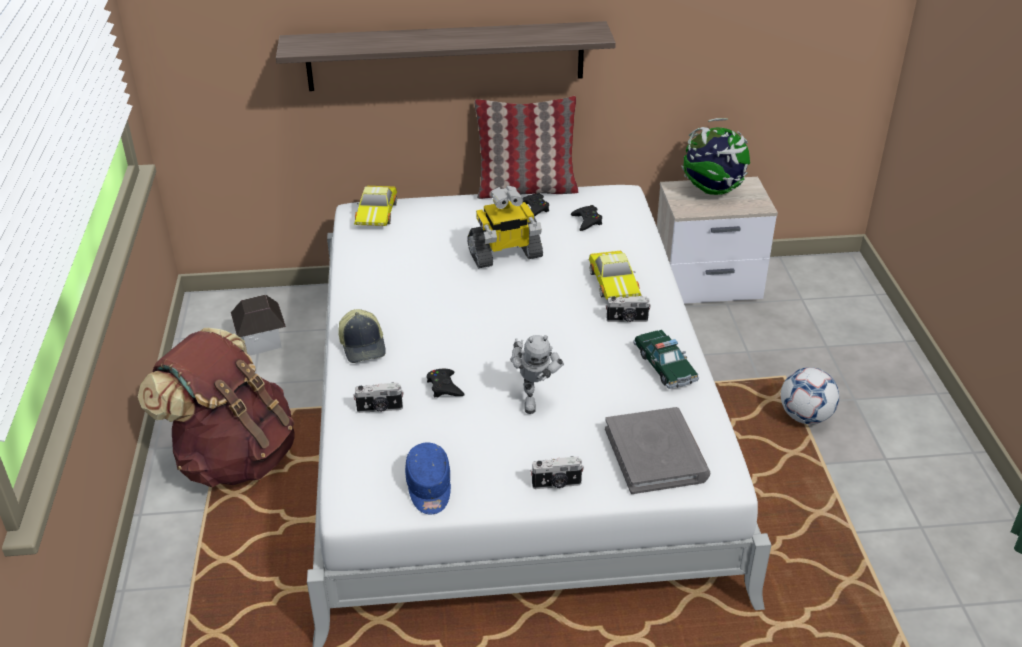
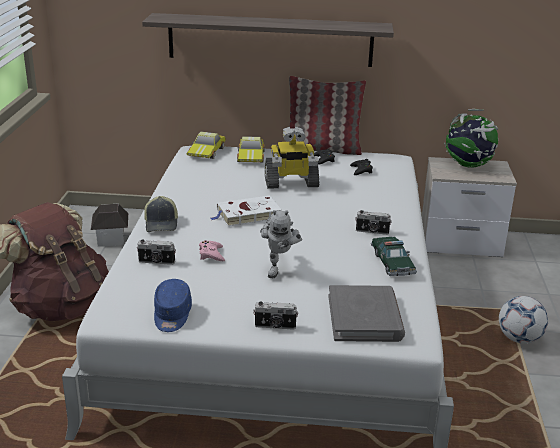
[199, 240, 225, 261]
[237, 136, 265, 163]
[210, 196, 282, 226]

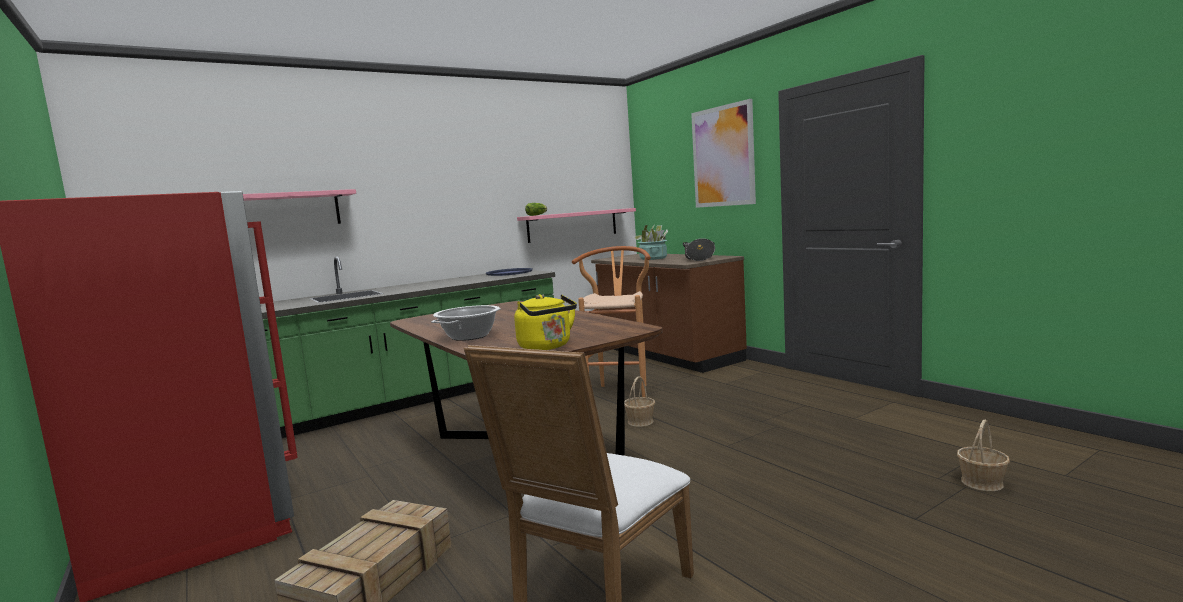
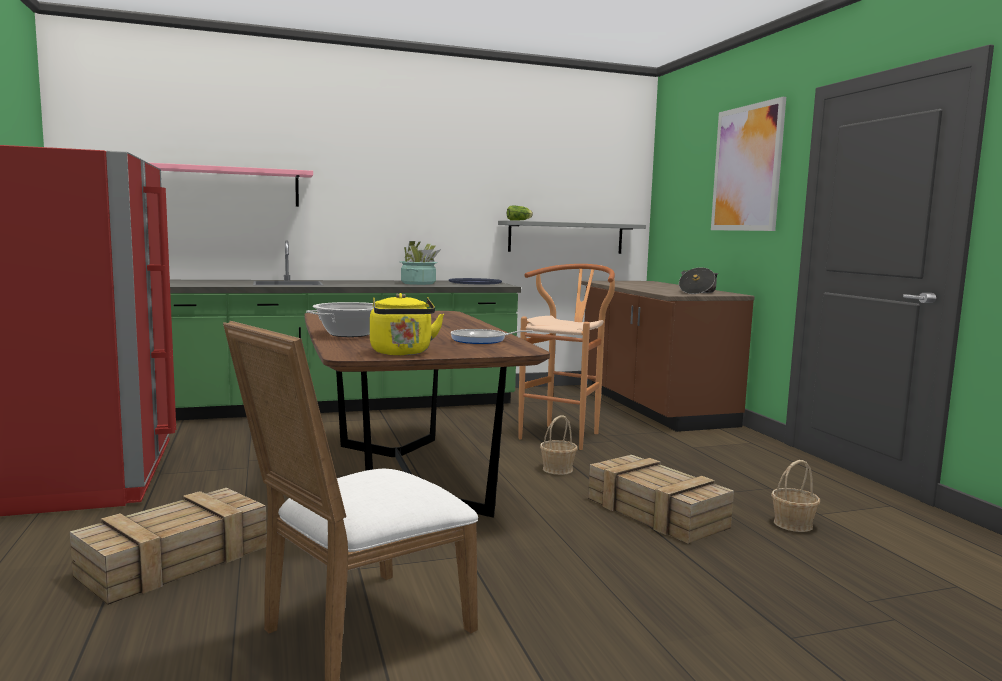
[498, 220, 646, 254]
[400, 241, 441, 285]
[771, 460, 820, 532]
[451, 329, 533, 344]
[588, 455, 734, 544]

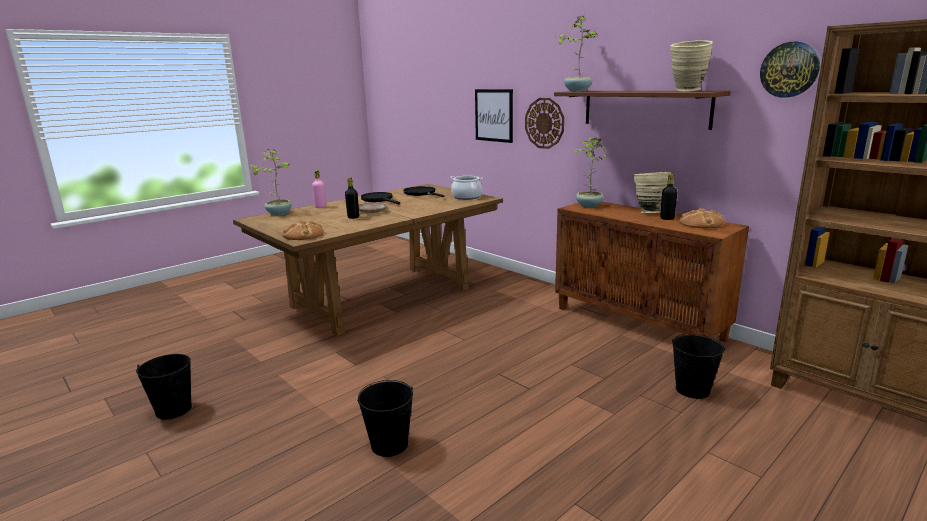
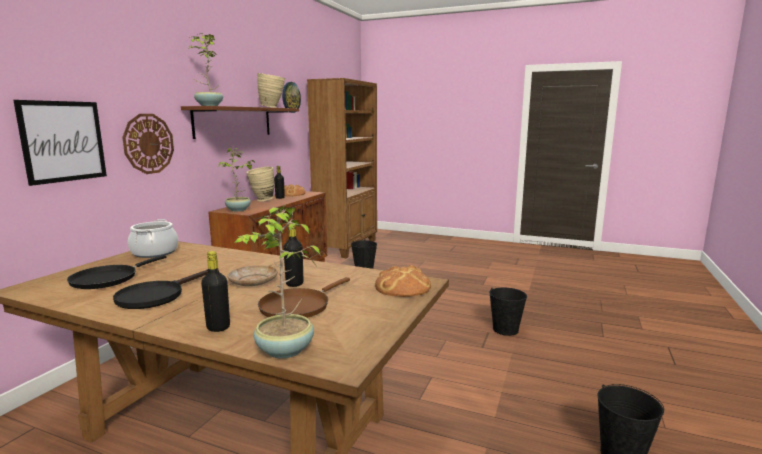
[201, 251, 230, 332]
[258, 277, 350, 318]

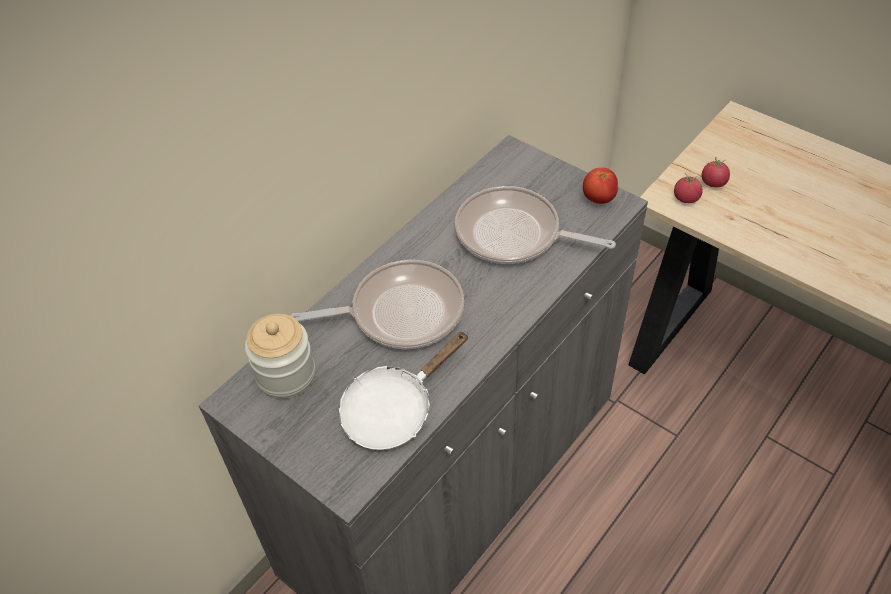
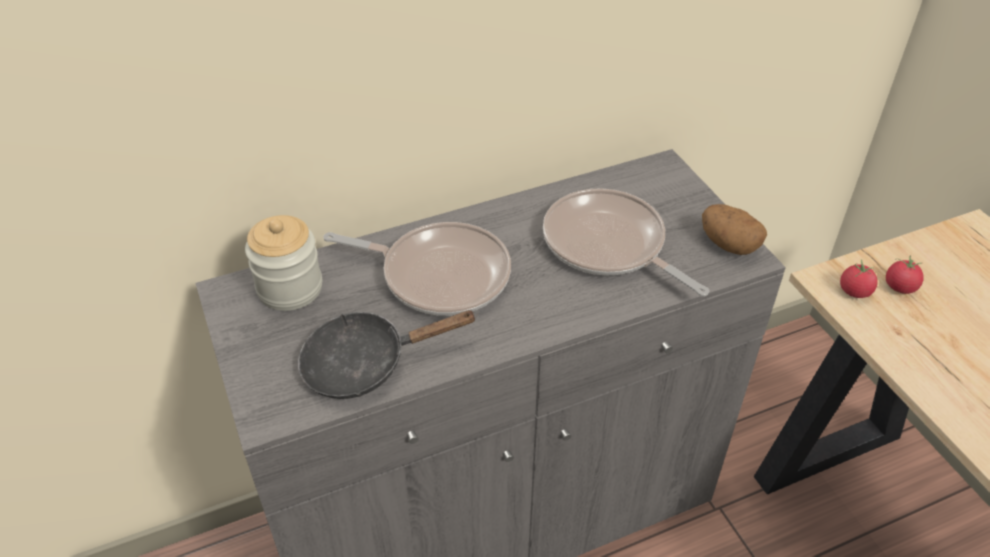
[298, 310, 477, 399]
[702, 204, 767, 255]

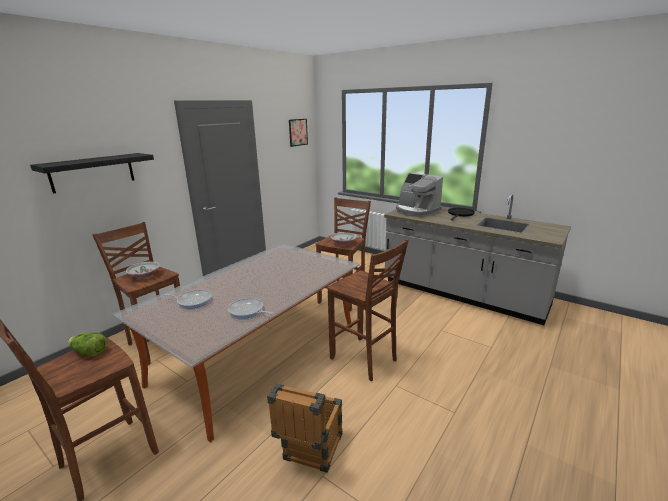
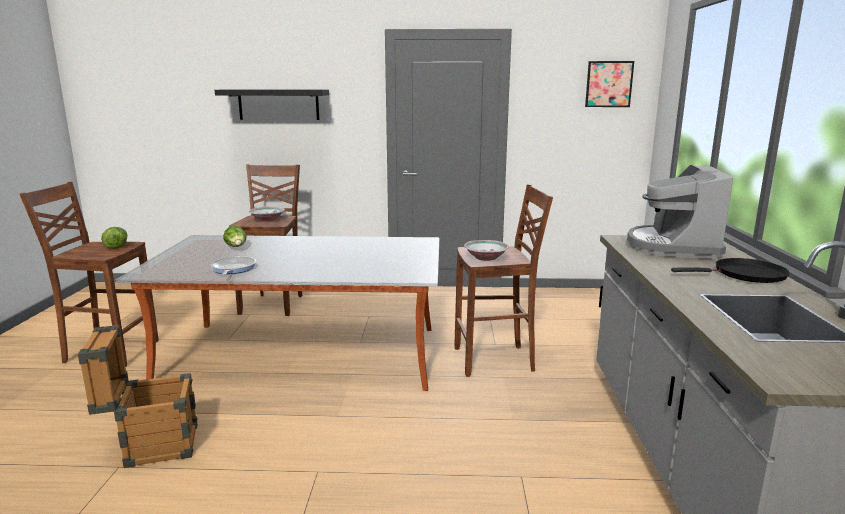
[223, 226, 247, 247]
[327, 239, 409, 381] (first image)

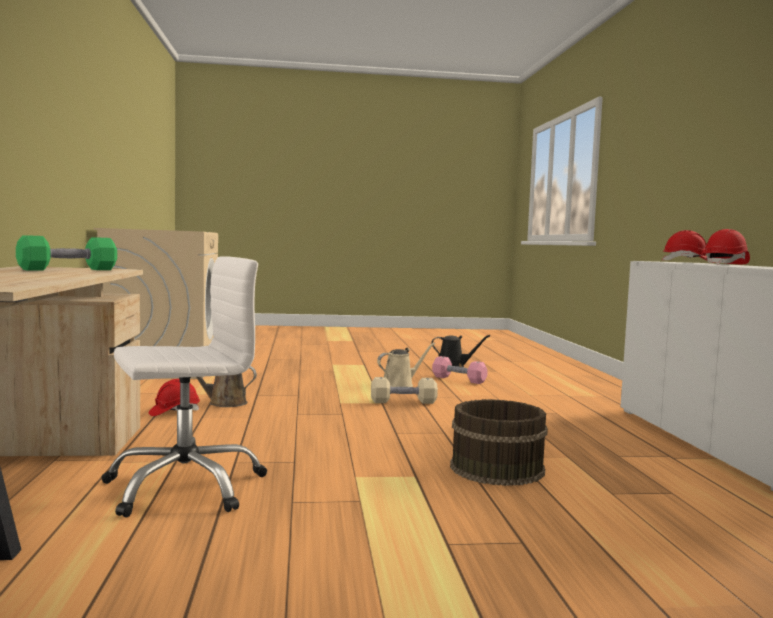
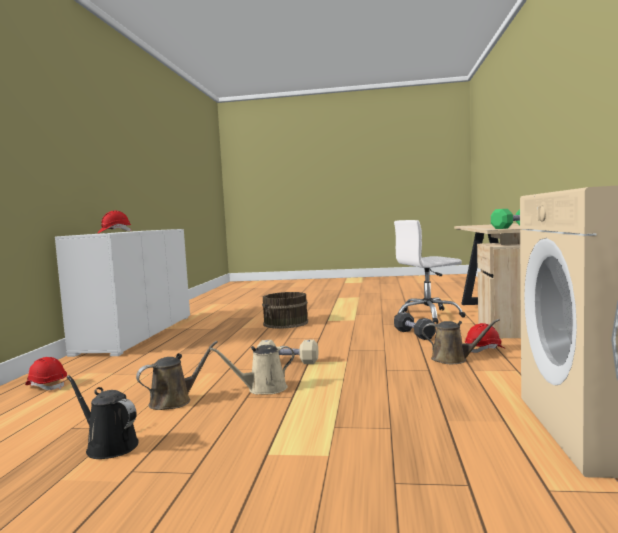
[136, 341, 218, 410]
[25, 357, 67, 390]
[394, 312, 436, 340]

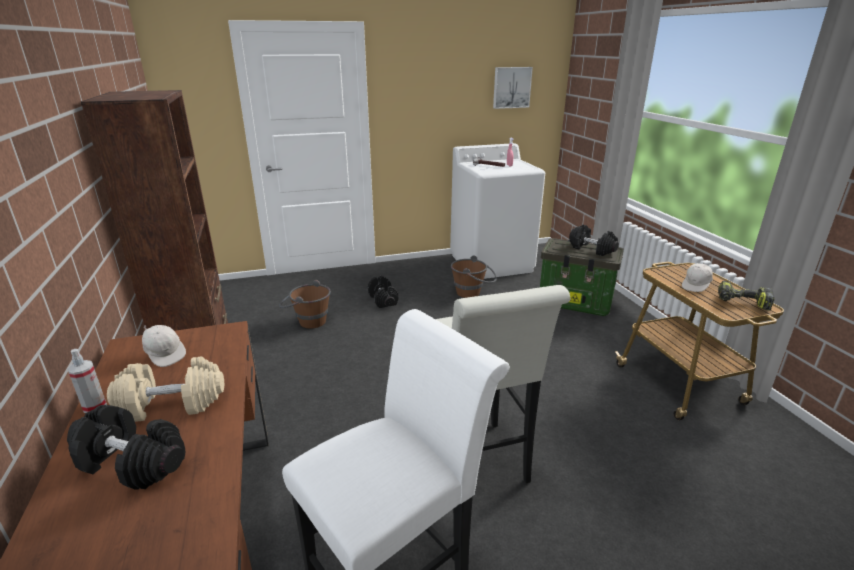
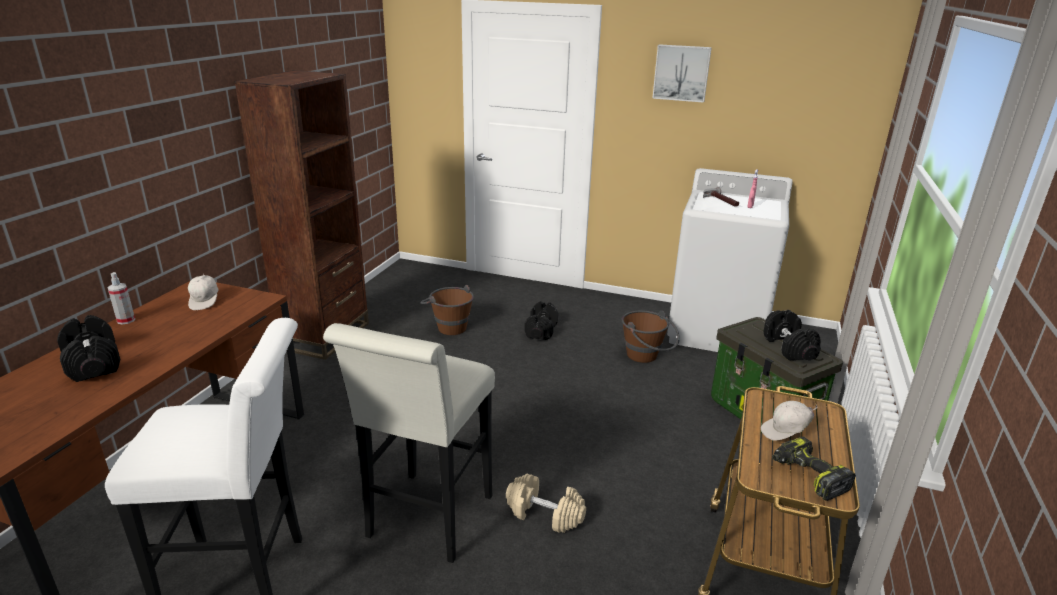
[506, 474, 586, 533]
[652, 44, 712, 103]

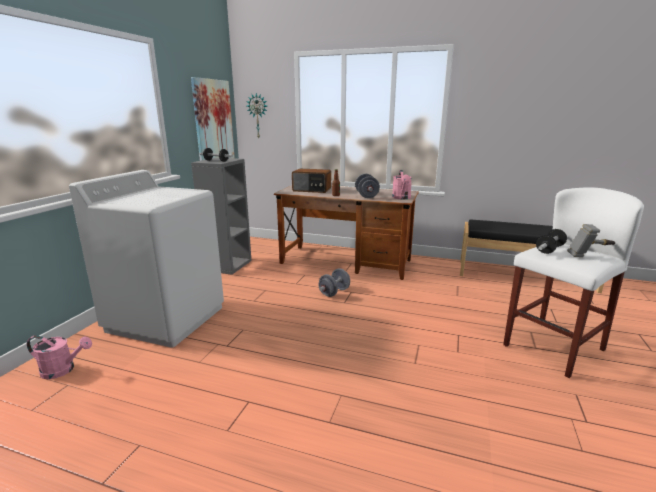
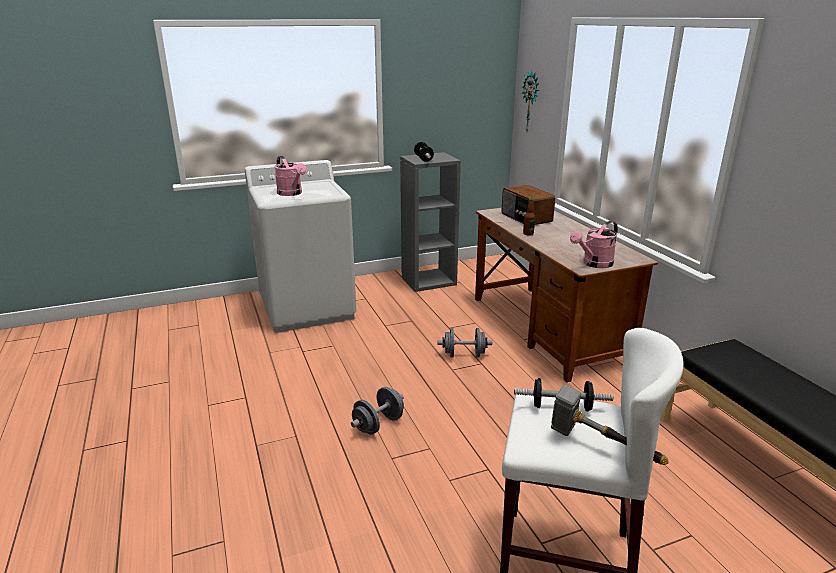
[274, 156, 307, 196]
[191, 77, 235, 161] (first image)
[351, 387, 404, 435]

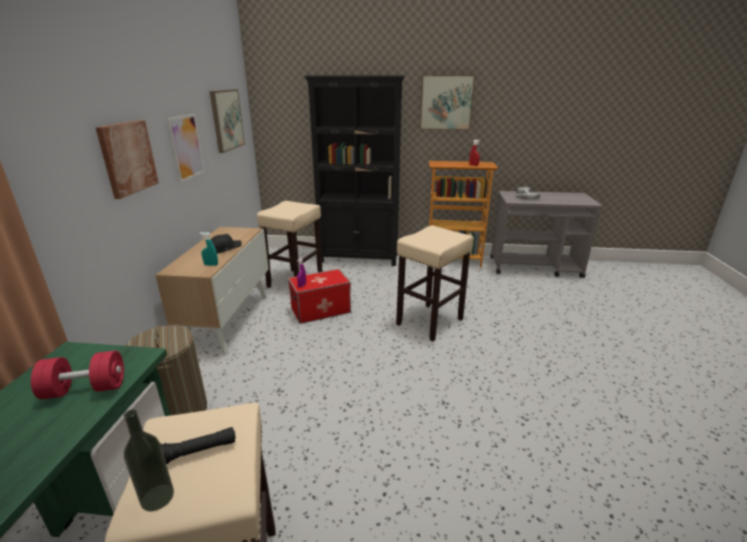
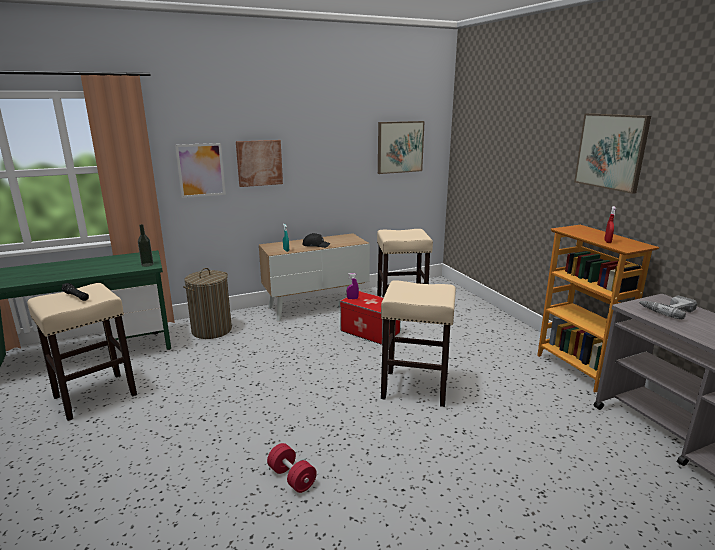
[267, 443, 317, 493]
[138, 224, 154, 267]
[175, 143, 226, 198]
[304, 75, 405, 266] (first image)

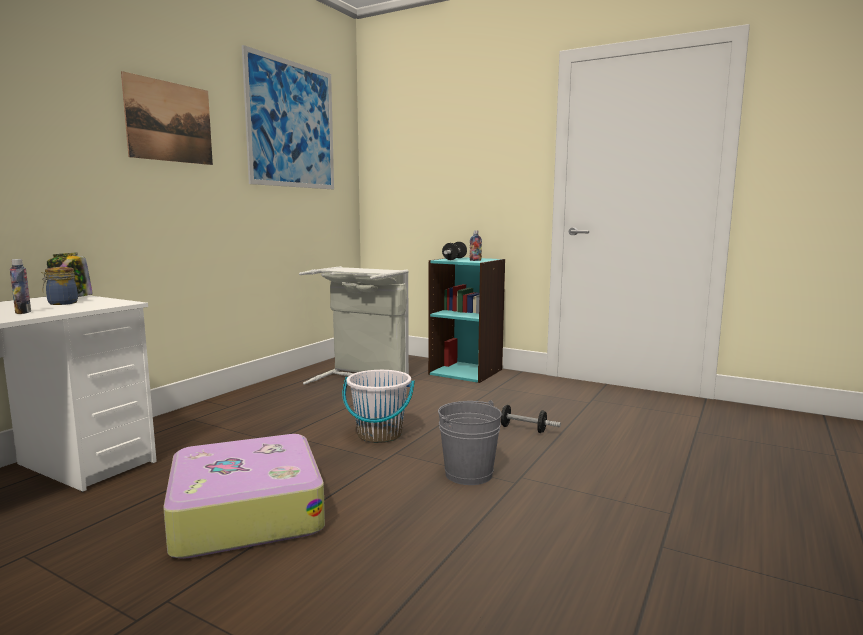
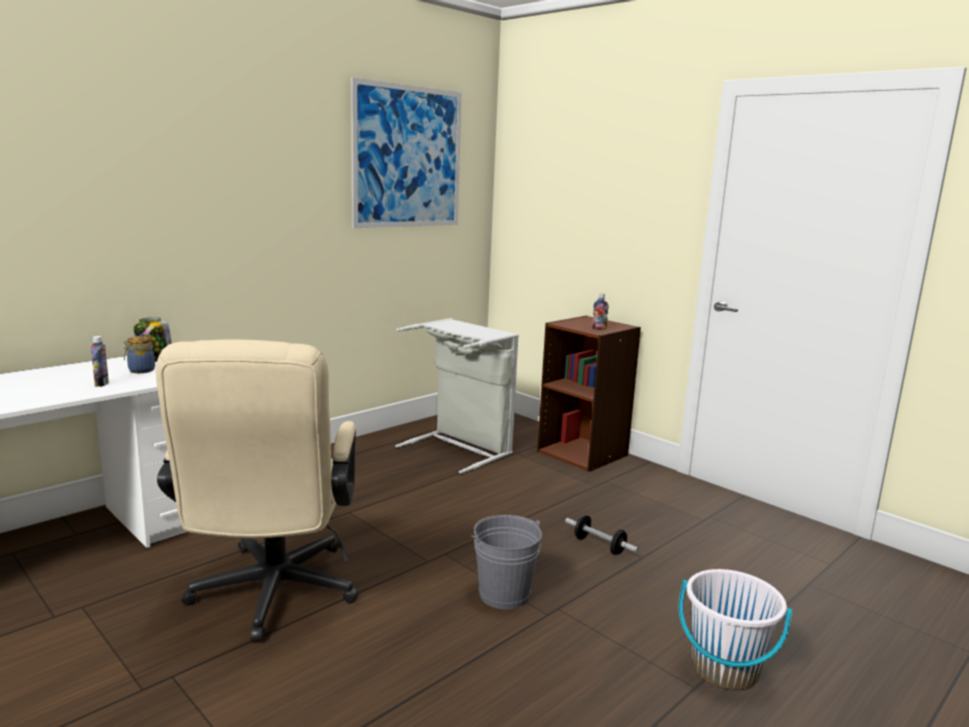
[121, 71, 213, 165] (first image)
[156, 339, 359, 642]
[679, 569, 792, 691]
[537, 316, 641, 472]
[442, 242, 467, 260] (first image)

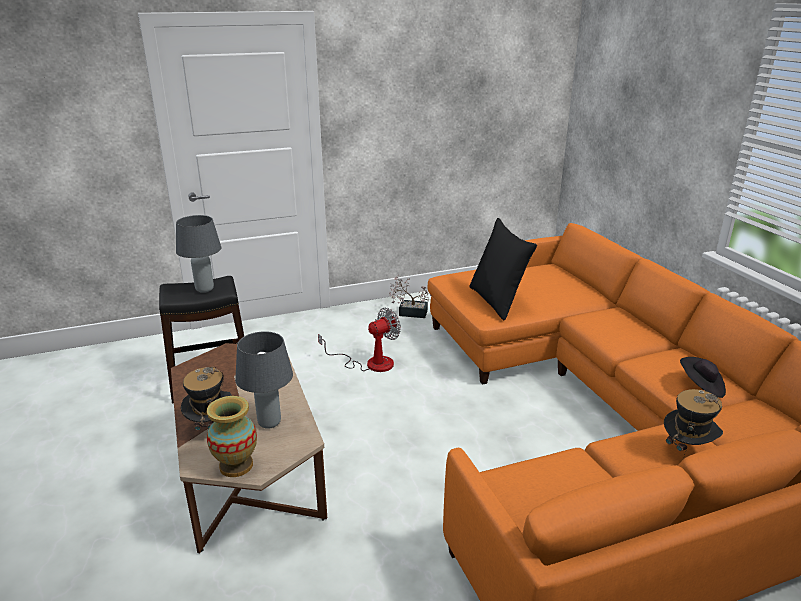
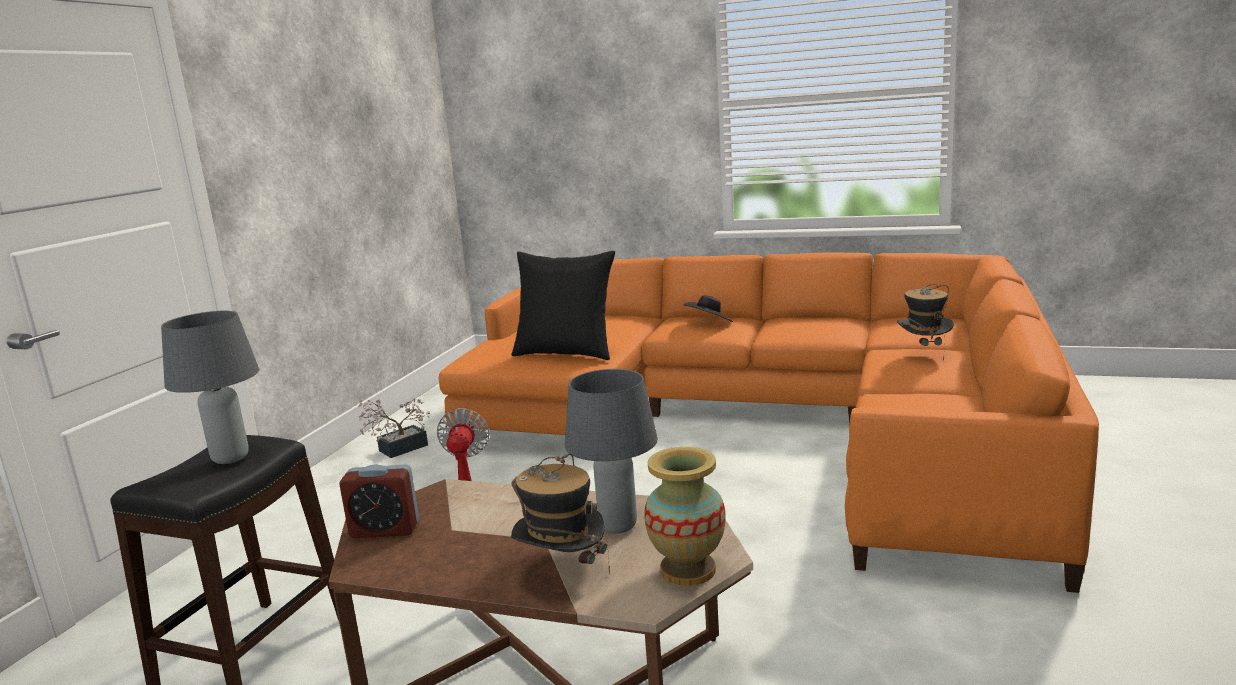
[684, 295, 733, 322]
[339, 464, 419, 538]

